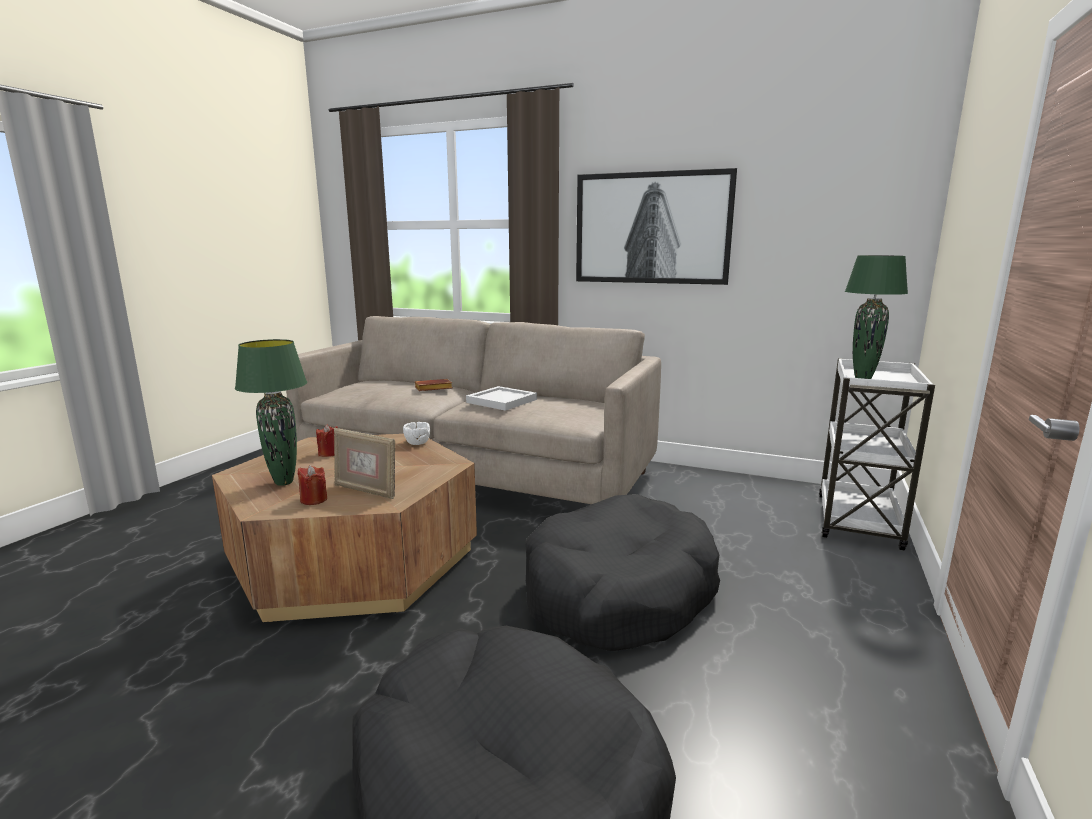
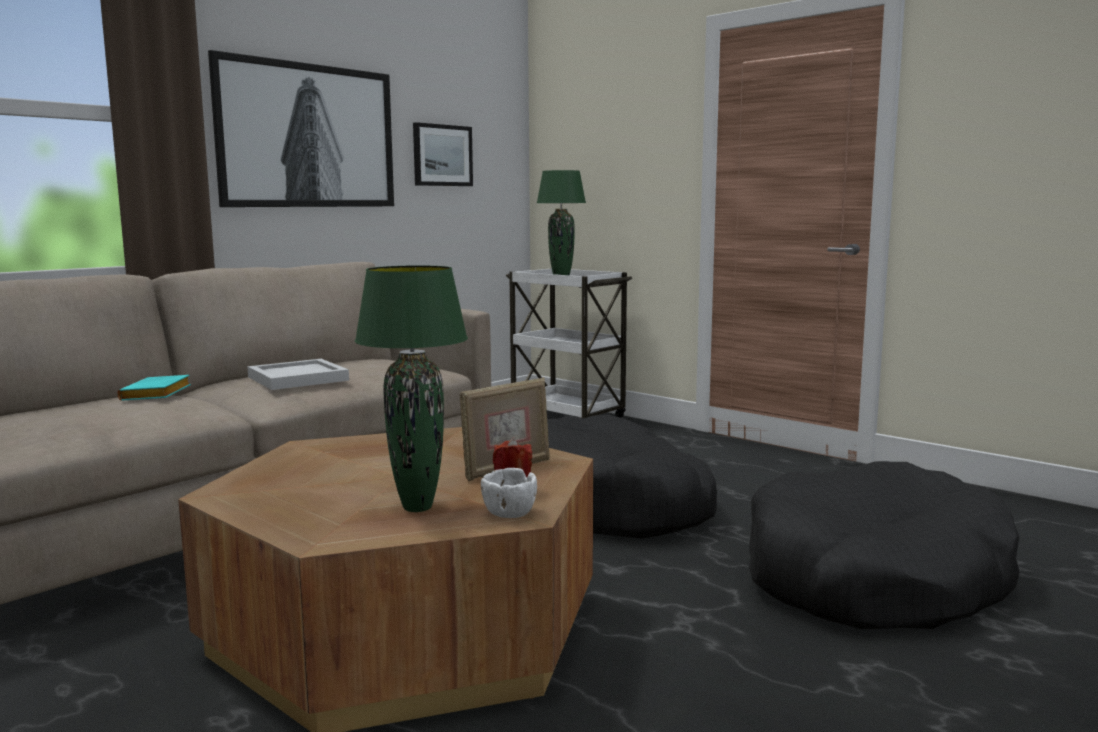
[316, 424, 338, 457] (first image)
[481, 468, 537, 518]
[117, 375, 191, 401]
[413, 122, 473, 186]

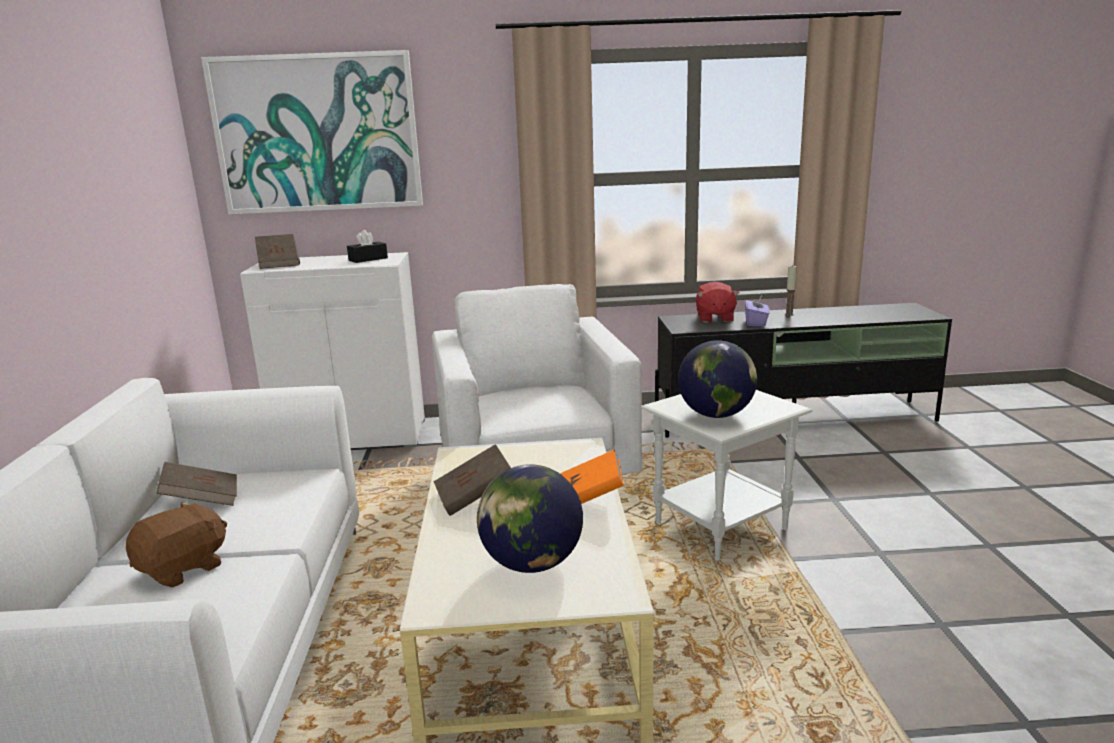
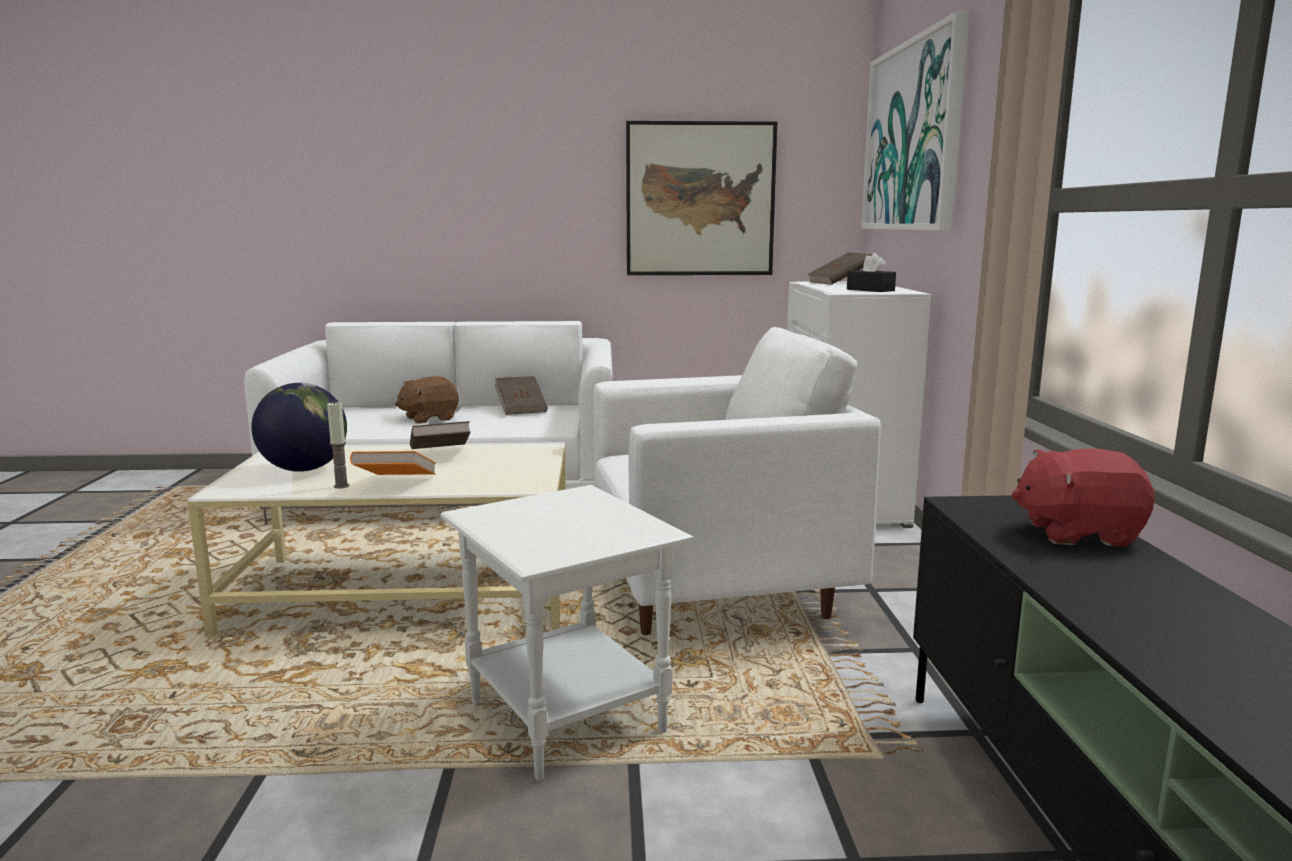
[395, 376, 459, 424]
[678, 340, 757, 418] (first image)
[745, 297, 770, 326] (first image)
[327, 401, 349, 489]
[626, 121, 777, 275]

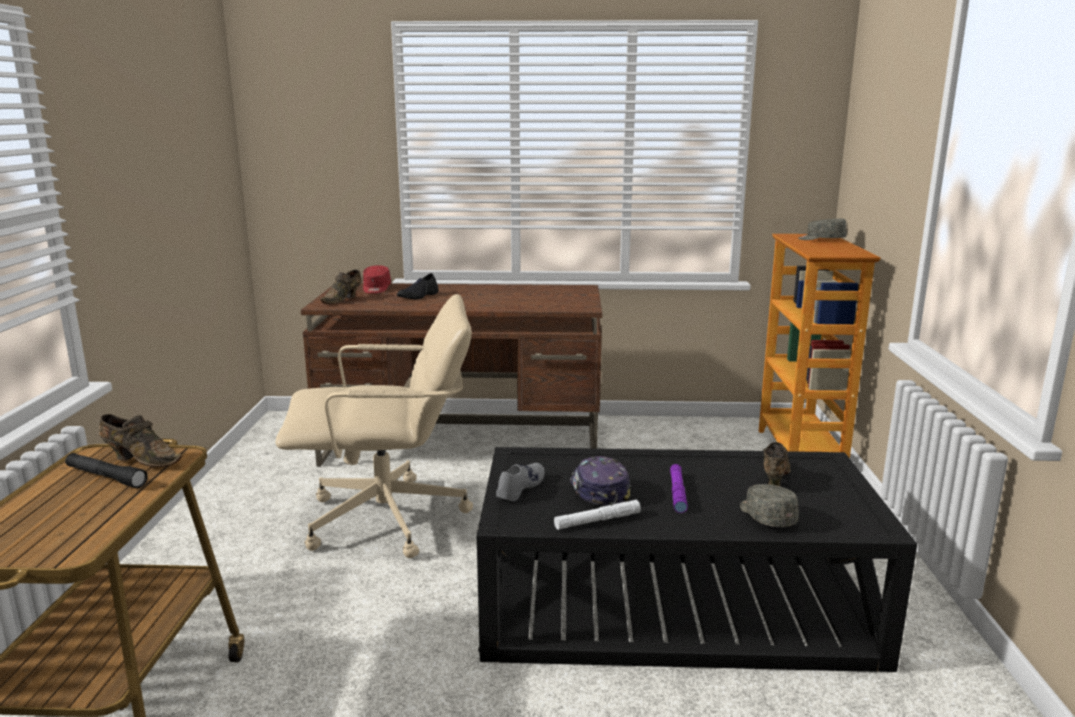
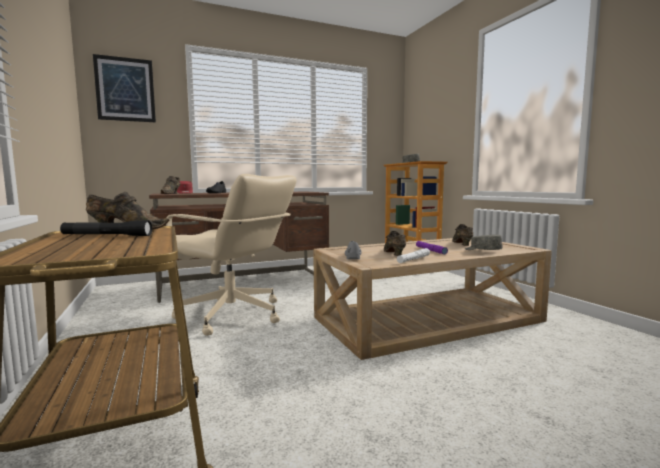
[166, 174, 296, 336]
[313, 238, 552, 360]
[384, 231, 406, 256]
[93, 54, 156, 122]

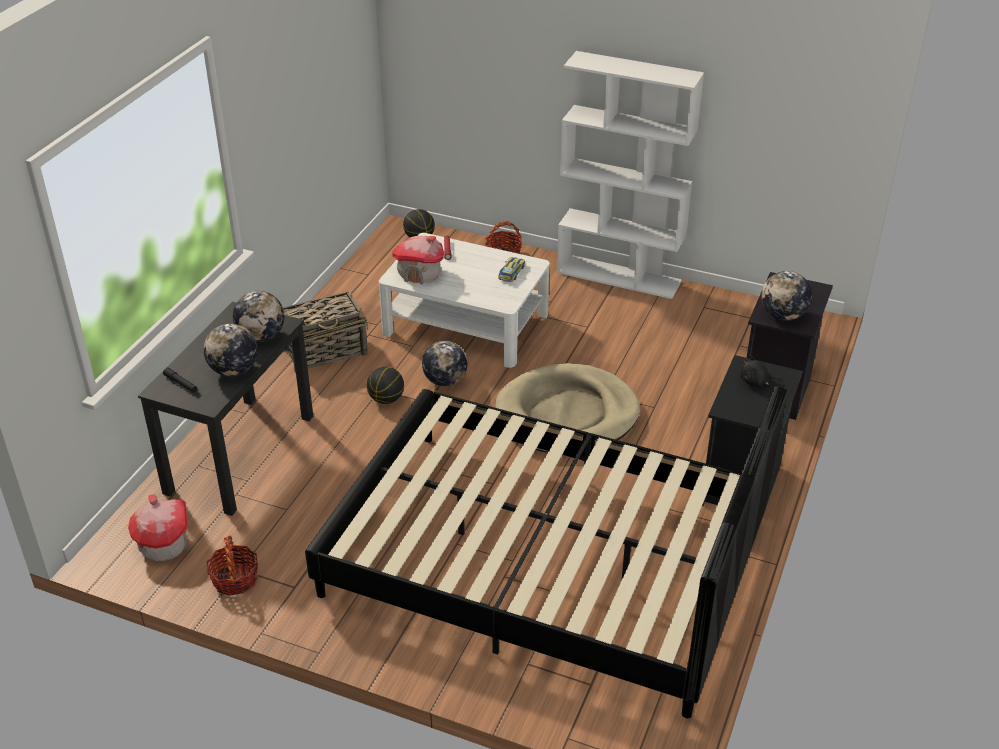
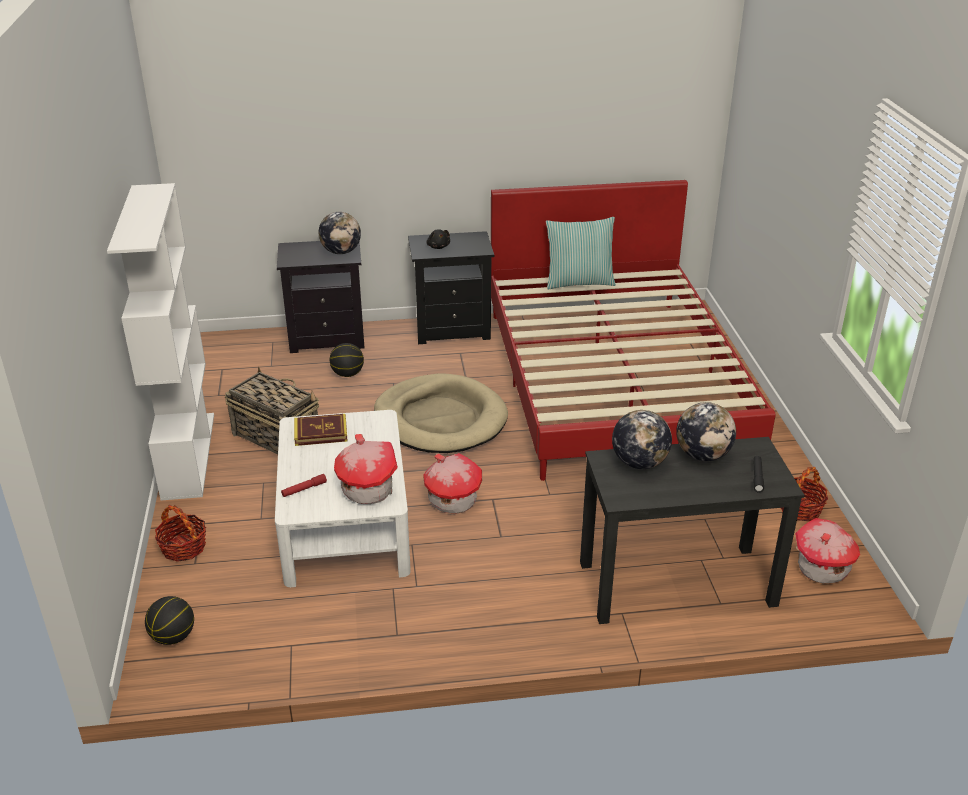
[225, 367, 319, 455]
[491, 180, 776, 481]
[330, 343, 364, 377]
[423, 453, 482, 513]
[294, 414, 348, 446]
[546, 217, 616, 289]

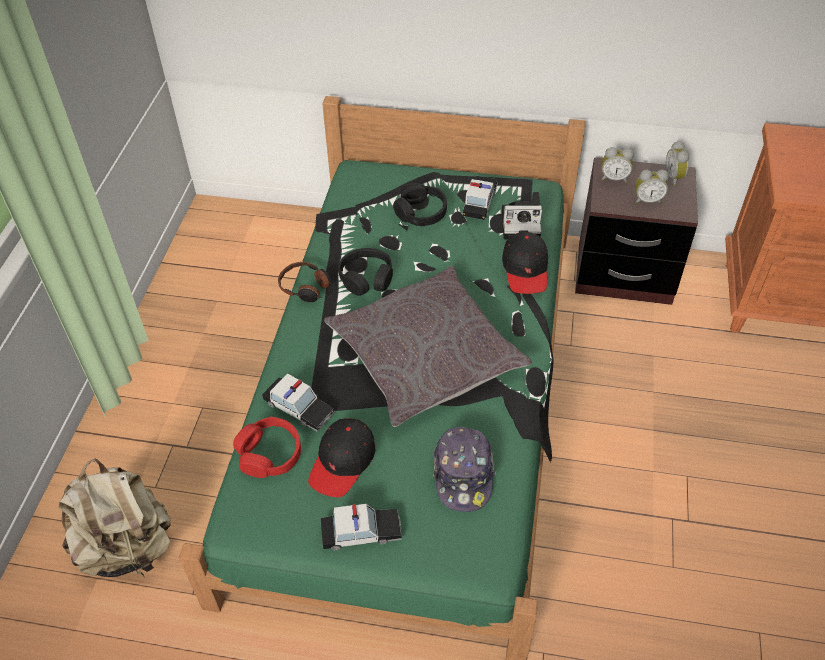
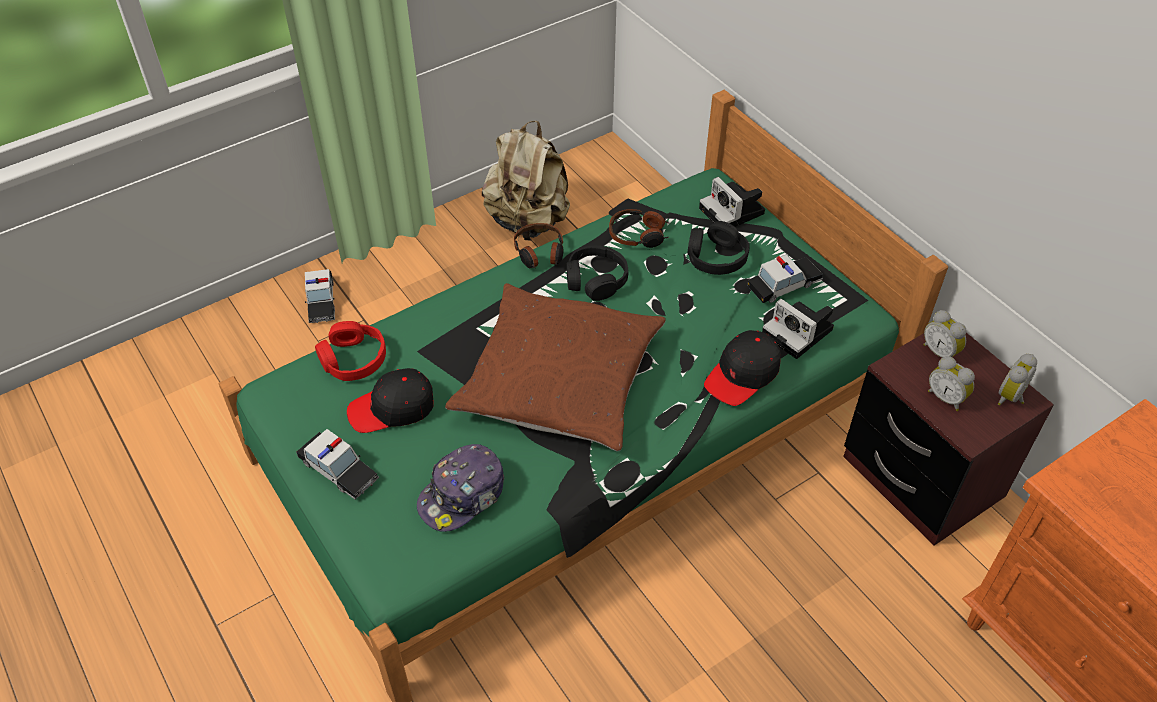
[482, 121, 570, 241]
[305, 269, 335, 323]
[445, 283, 666, 451]
[609, 209, 671, 248]
[699, 177, 765, 227]

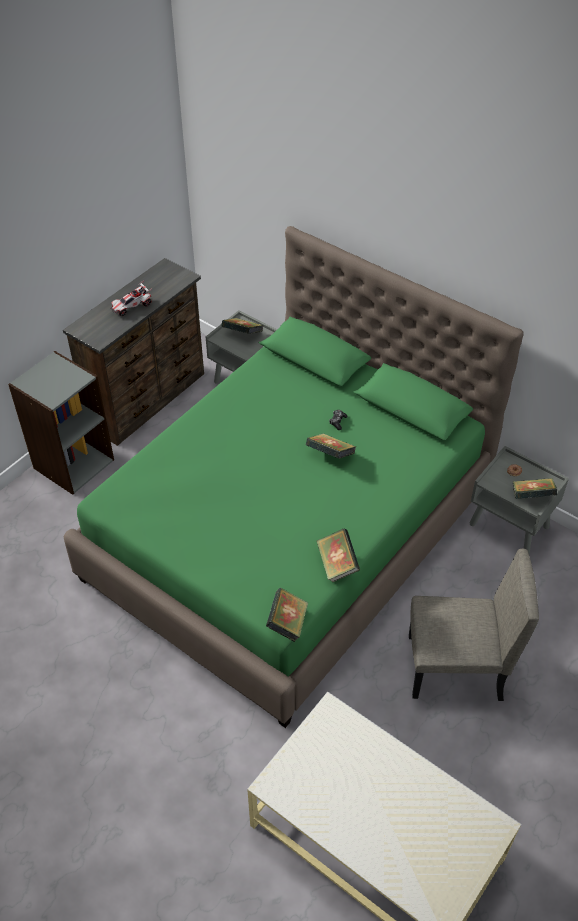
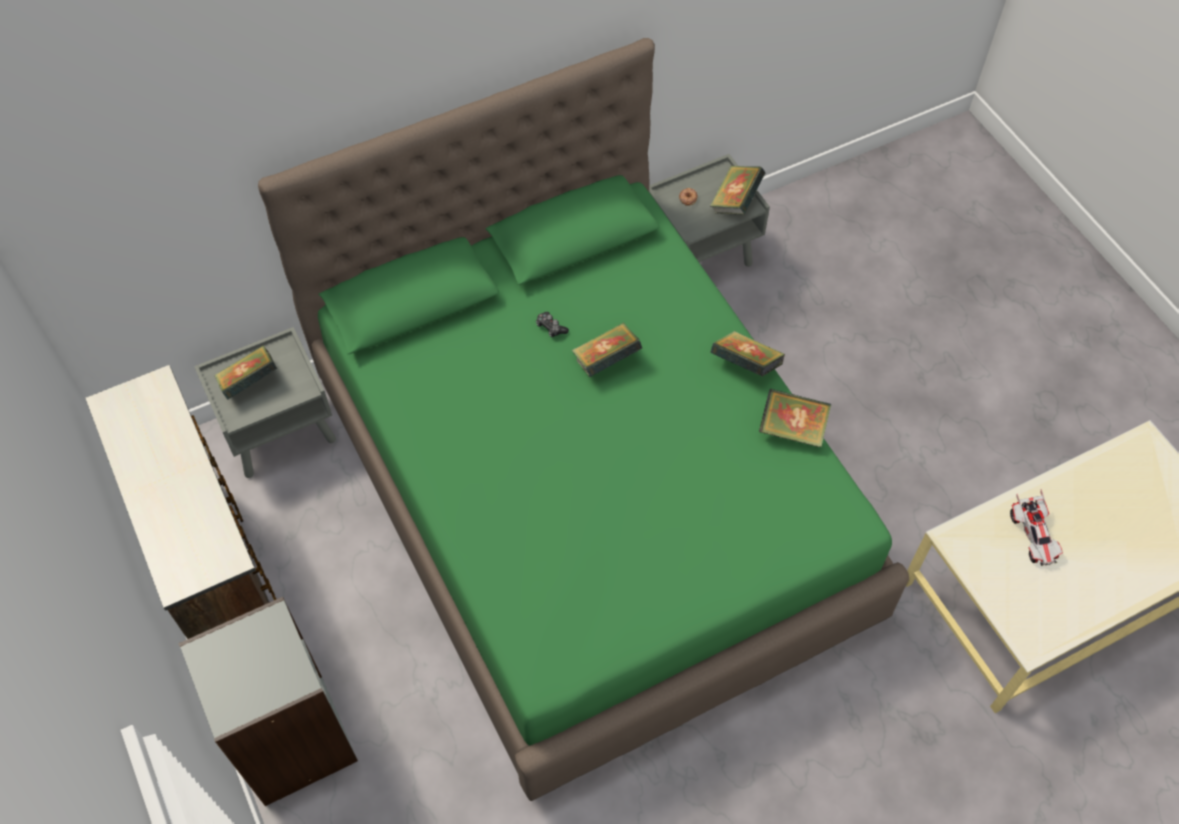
[1010, 489, 1063, 566]
[711, 331, 785, 377]
[409, 549, 539, 701] (first image)

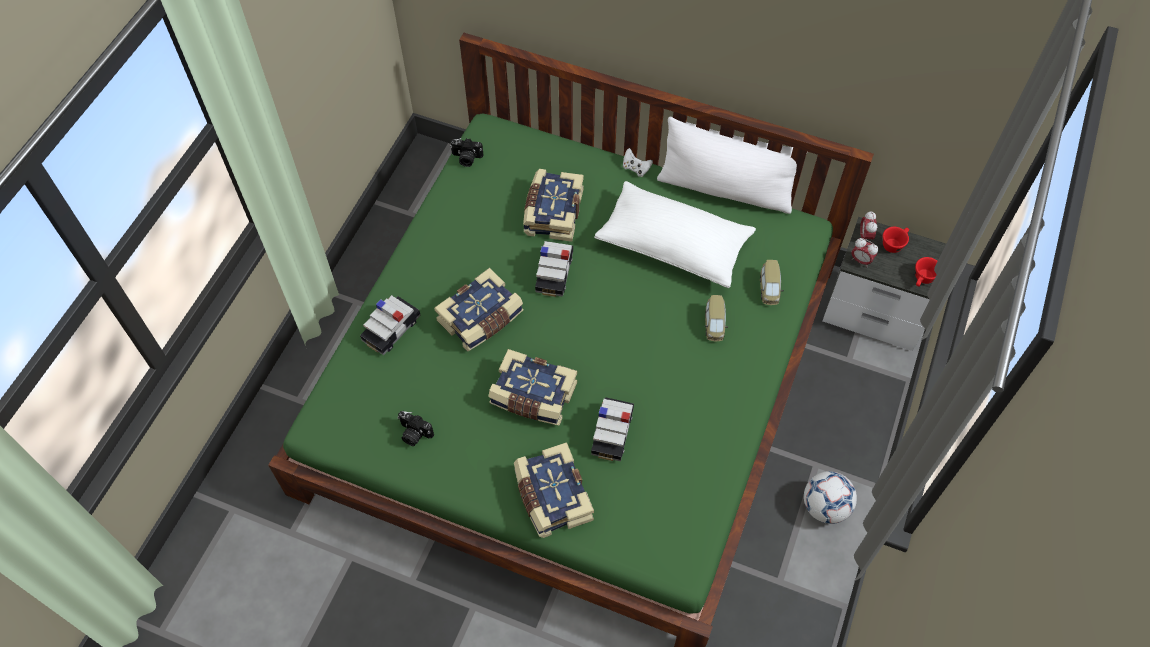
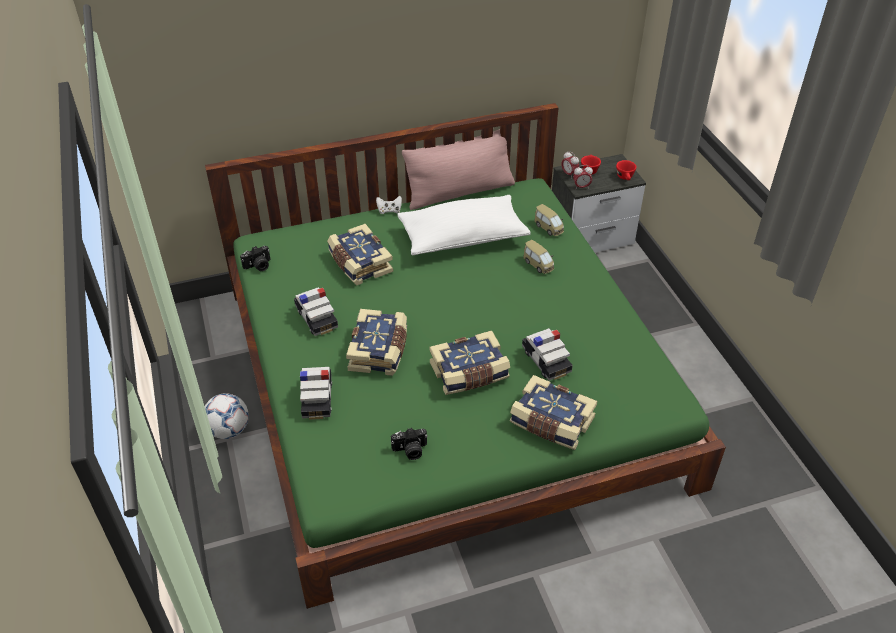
[294, 287, 338, 336]
[402, 129, 515, 210]
[205, 393, 249, 439]

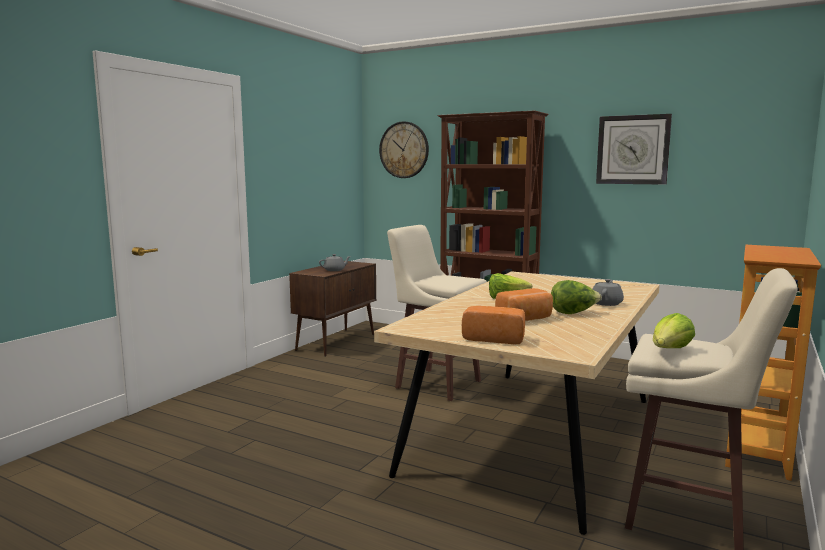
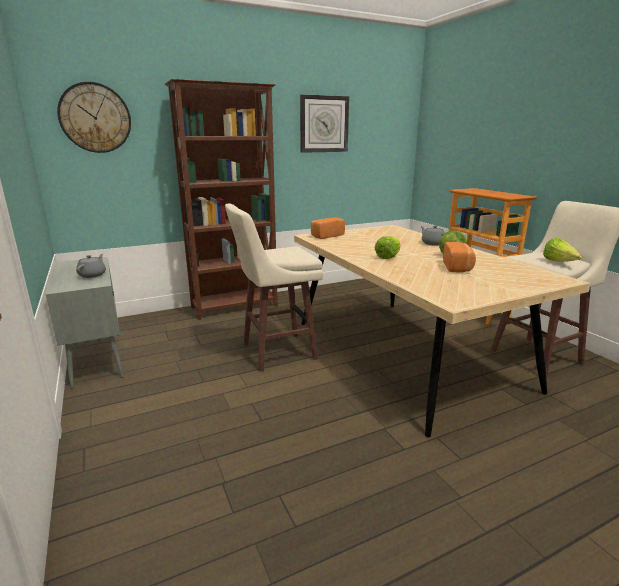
[46, 257, 124, 389]
[311, 217, 345, 239]

